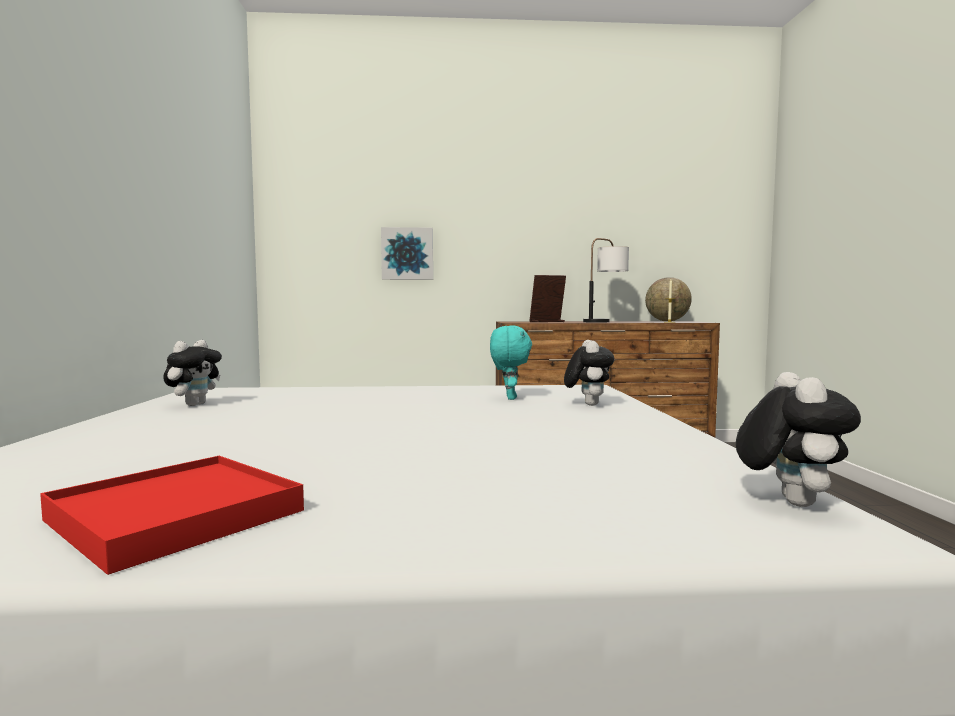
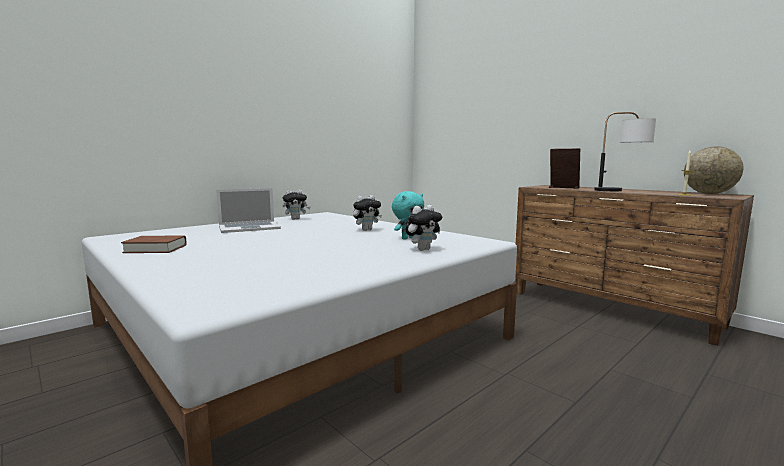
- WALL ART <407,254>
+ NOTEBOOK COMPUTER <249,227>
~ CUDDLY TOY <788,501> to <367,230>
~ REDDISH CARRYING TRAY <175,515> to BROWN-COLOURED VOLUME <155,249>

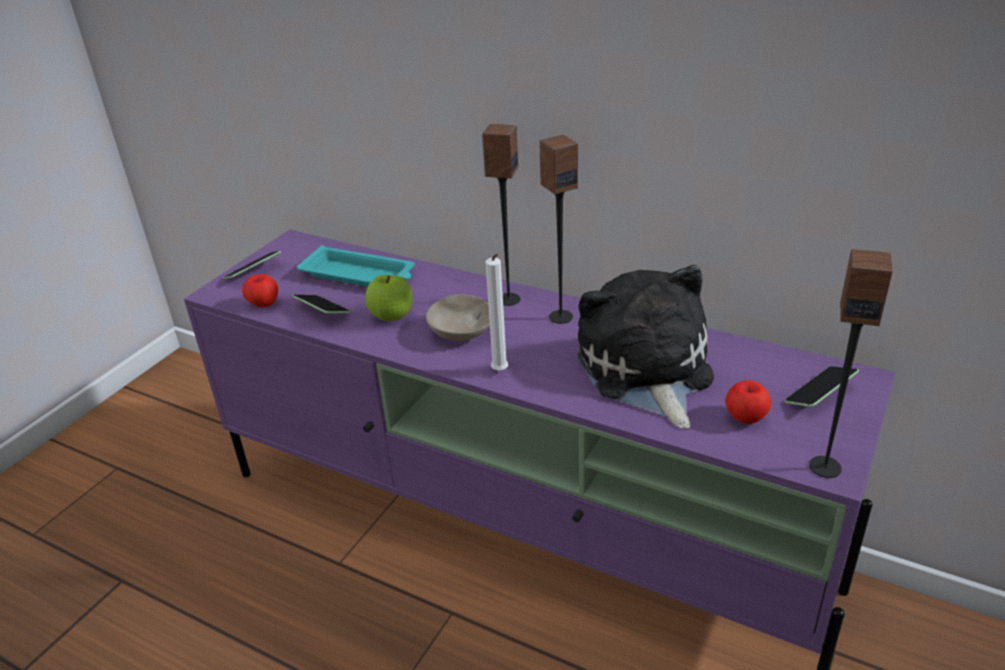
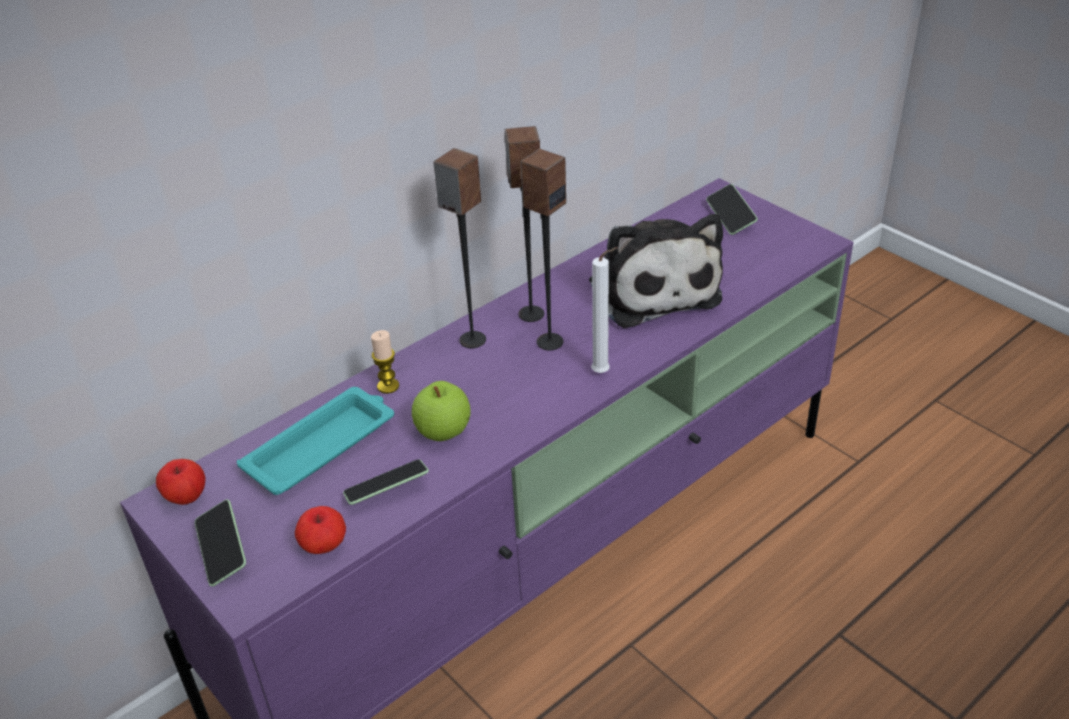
- BEIGE-COLOURED SERVING BOWL <459,331>
+ WAX LIGHT <388,386>
~ WHOLE APPLE <745,417> to <186,497>
~ AUDIO SPEAKER <825,466> to <549,341>
~ CUDDLY TOY <646,371> = <652,288> 120 degrees counterclockwise

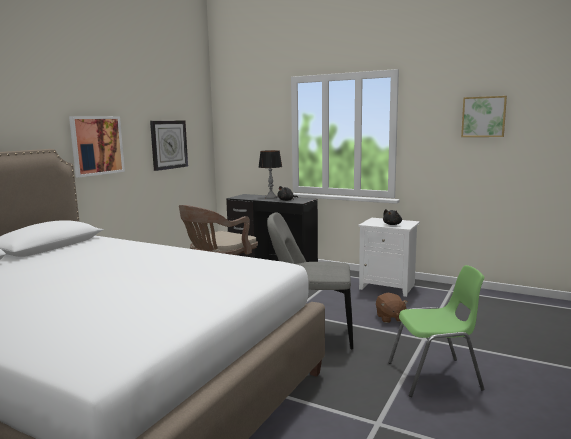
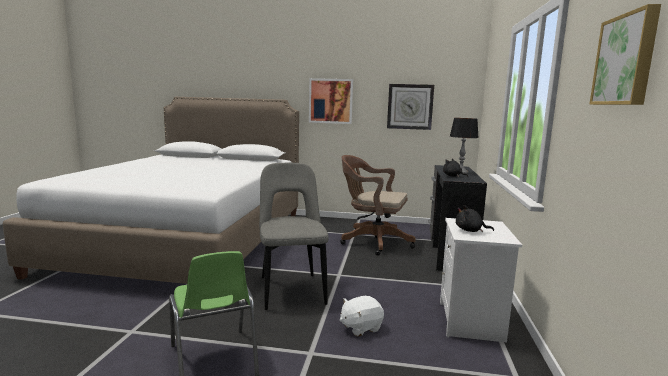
~ BROWN-COLOURED CUDDLY TOY <390,318> to WHITISH CUDDLY TOY <360,327>

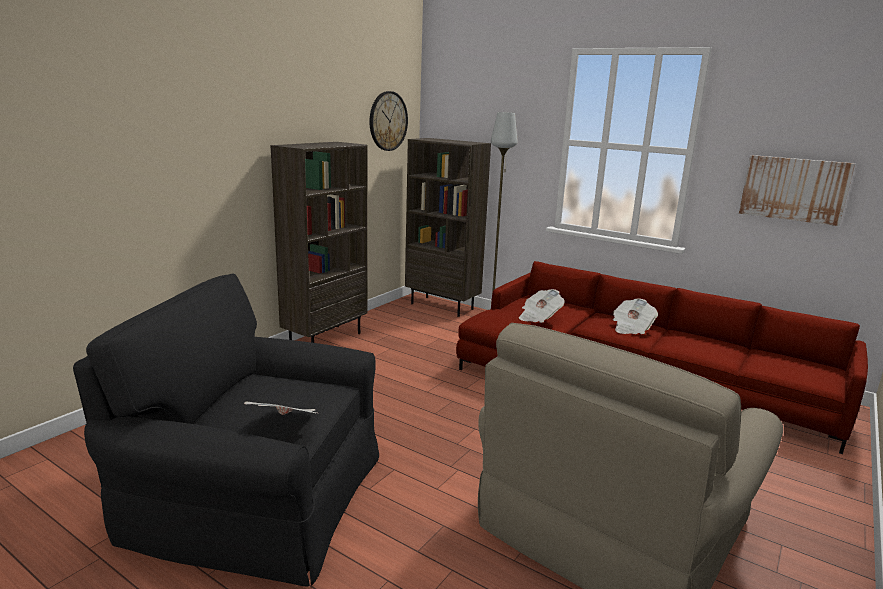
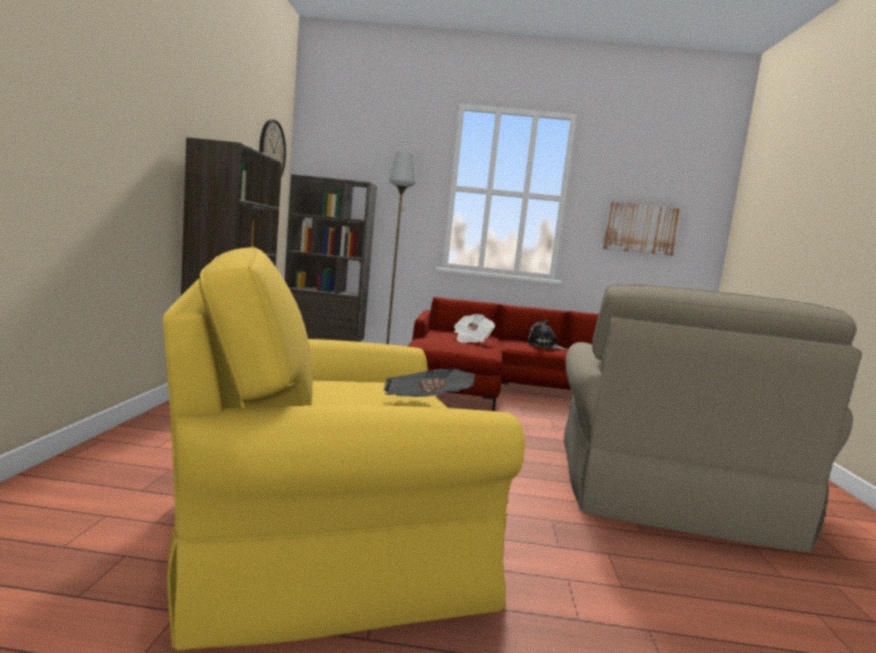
~ PRINTED PAPER <631,328> to CUDDLY TOY <544,345>
~ BLACK-COLOURED ARMCHAIR <256,495> to YELLOW-COLOURED ARMCHAIR <324,539>

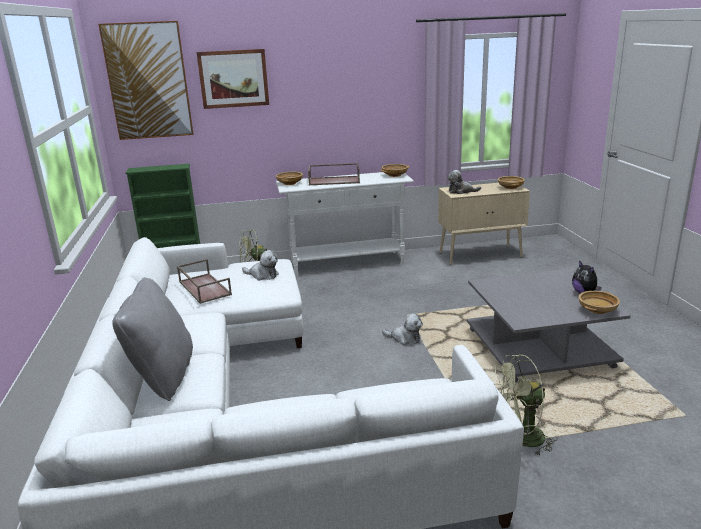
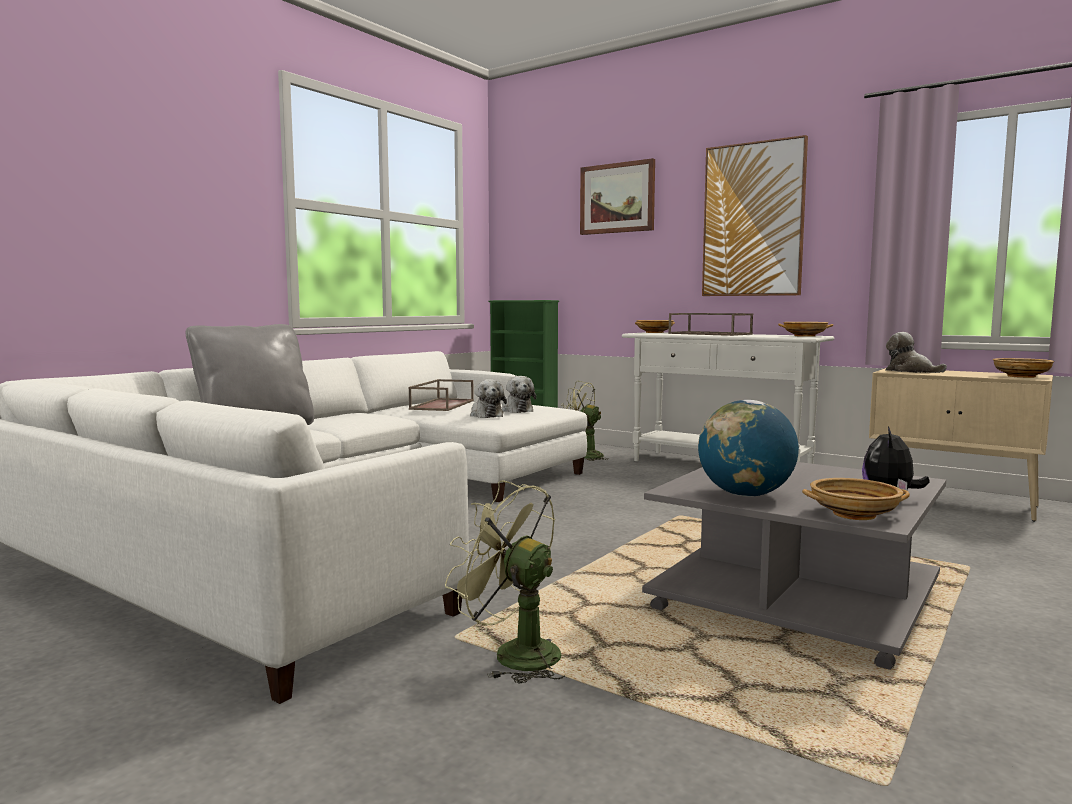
+ WORLD GLOBE <745,495>
~ WALL ART <148,81> to <753,220>
~ CUDDLY TOY <404,338> to <486,415>

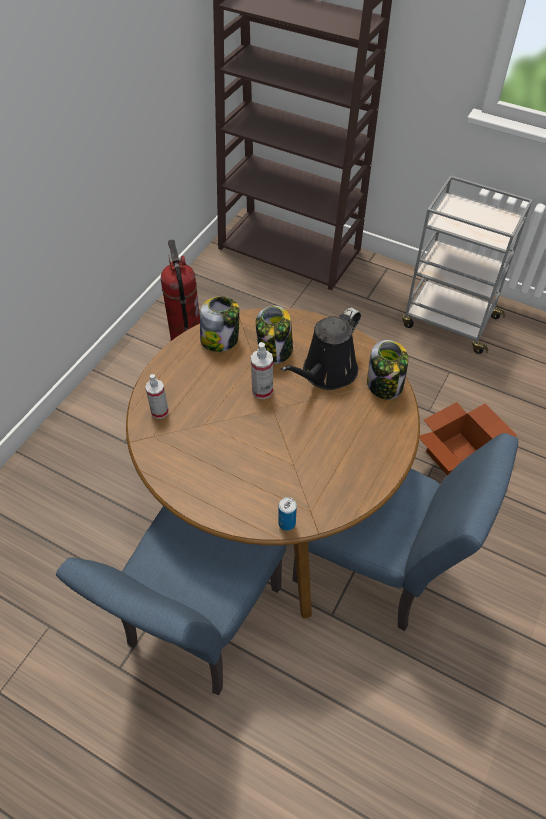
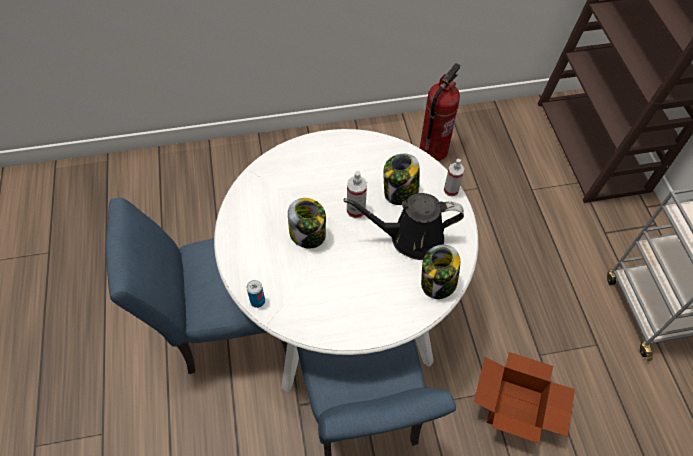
~ HAND SPRAYER <160,412> to <451,190>
~ PRESERVE JAR <220,339> to <308,234>
~ BROWN-COLOURED DINING TABLE <273,512> to WHITISH DINING TABLE <345,309>

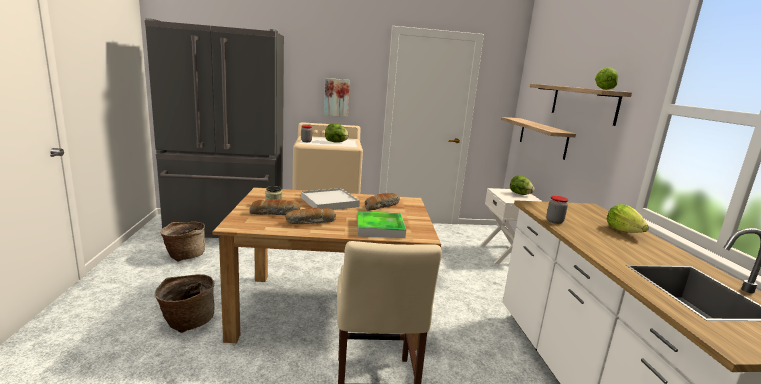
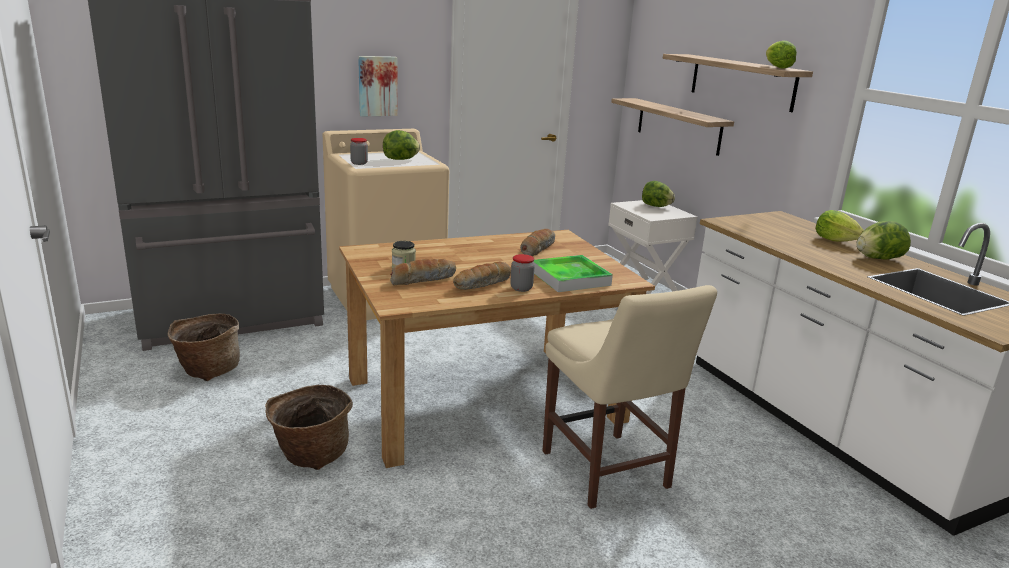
- WHITISH CARRYING TRAY <329,202>
+ LETTUCE <878,258>
~ PRESERVE JAR <554,221> to <521,288>

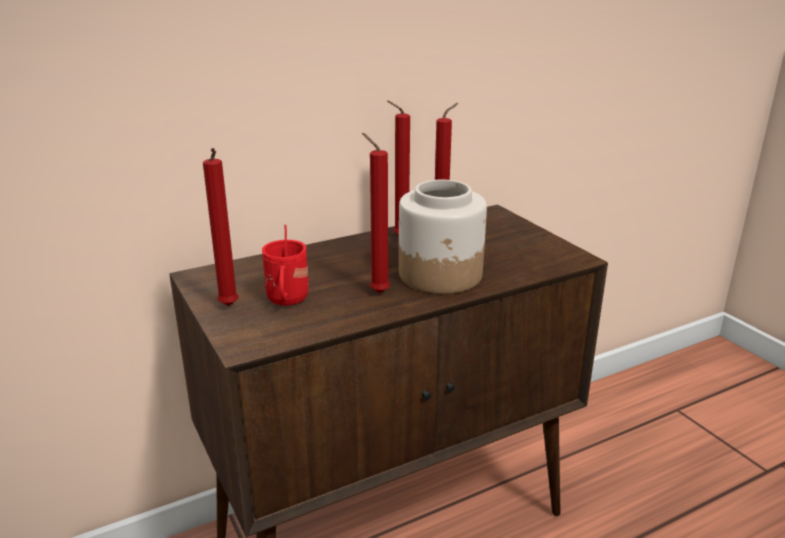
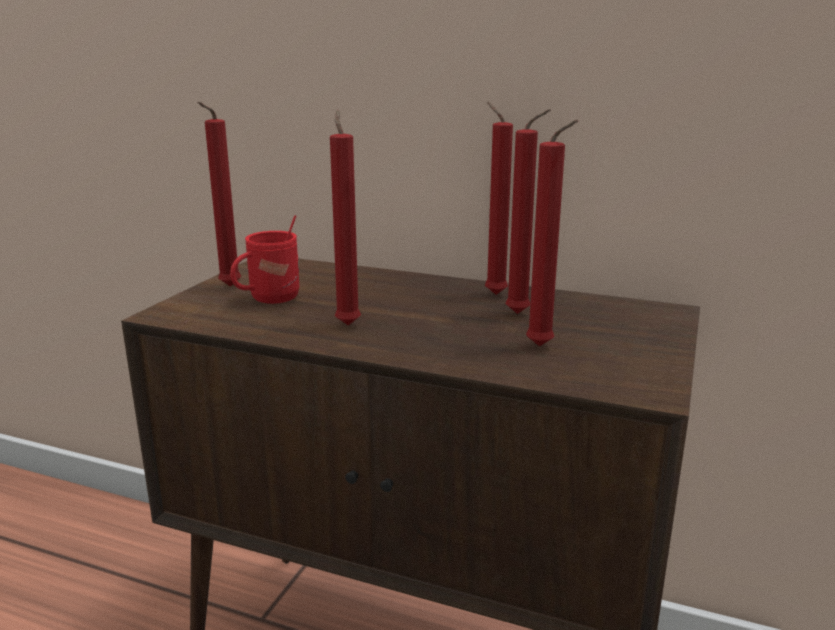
- PRESERVE JAR <441,275>
+ REDDISH WAX LIGHT <543,347>

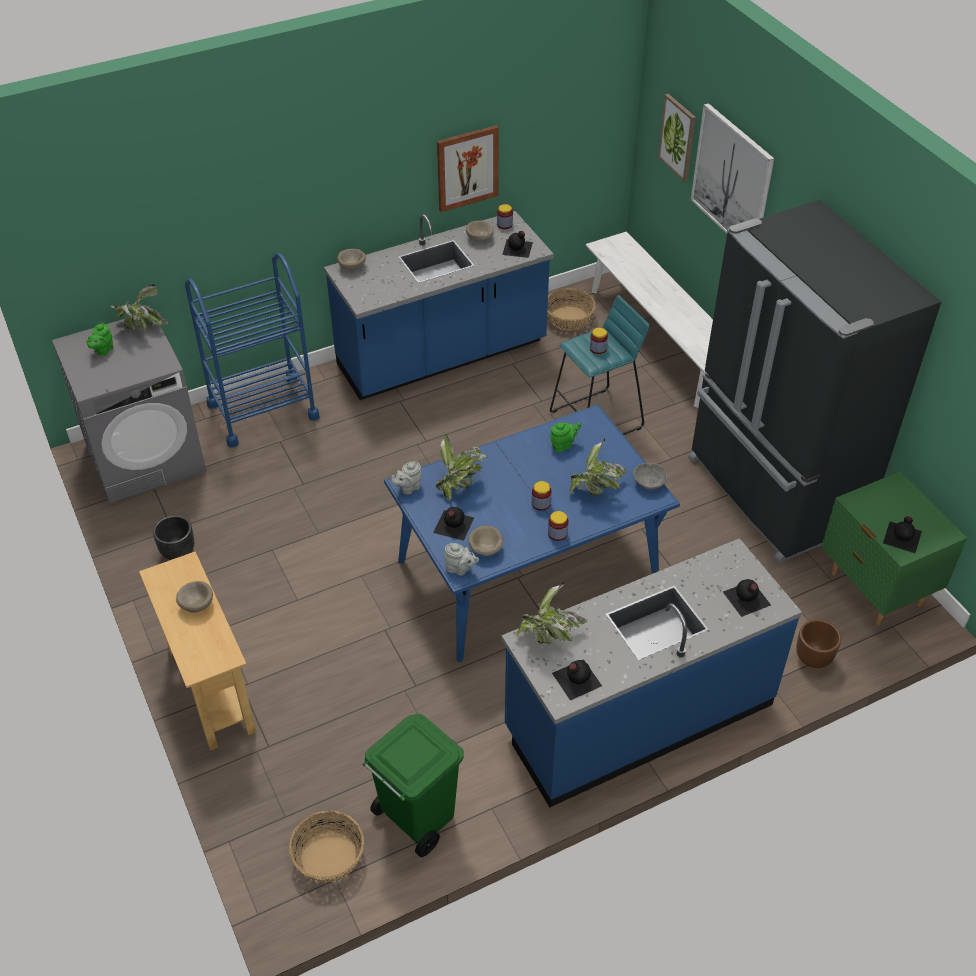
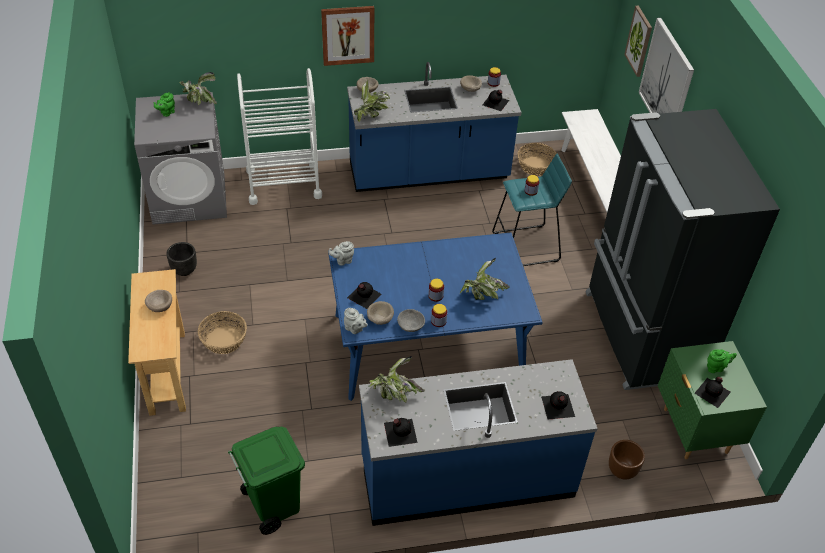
~ HOUSEHOLD BASKET <328,857> to <223,340>
~ HOUSEPLANT <460,483> to <372,115>
~ WALL ART <467,168> to <348,35>
~ GREEN-COLOURED TEA POT <563,445> to <716,367>
~ GREY SERVING BOWL <648,483> to <410,325>
~ BLUISH WHEELED CART <263,411> to WHITISH WHEELED CART <283,183>

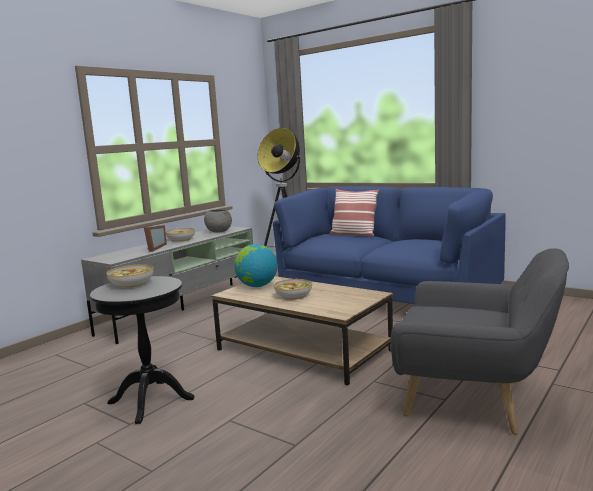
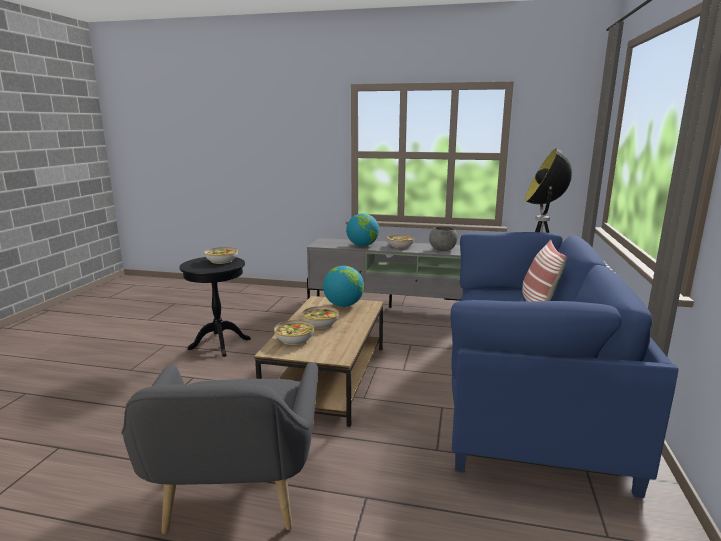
+ SERVING BOWL <295,339>
~ PICTURE FRAME <153,248> to WORLD GLOBE <362,245>

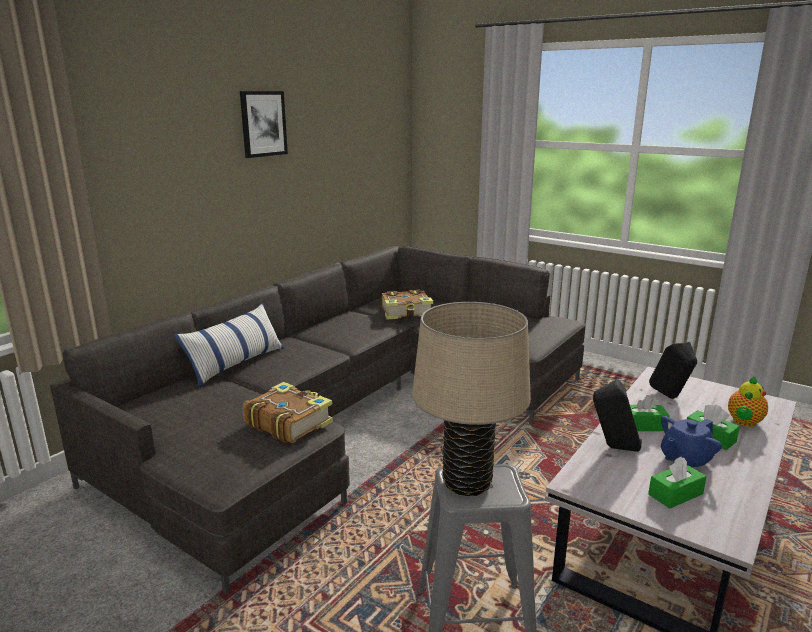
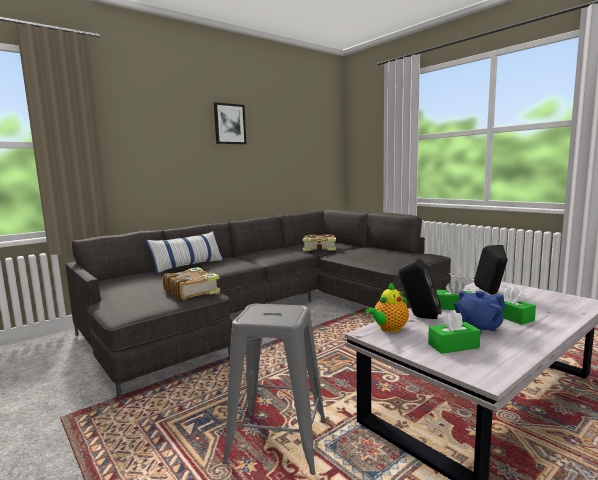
- BEIGE-COLOURED TABLE LAMP <467,483>
~ TEA POT <744,422> to <389,329>

